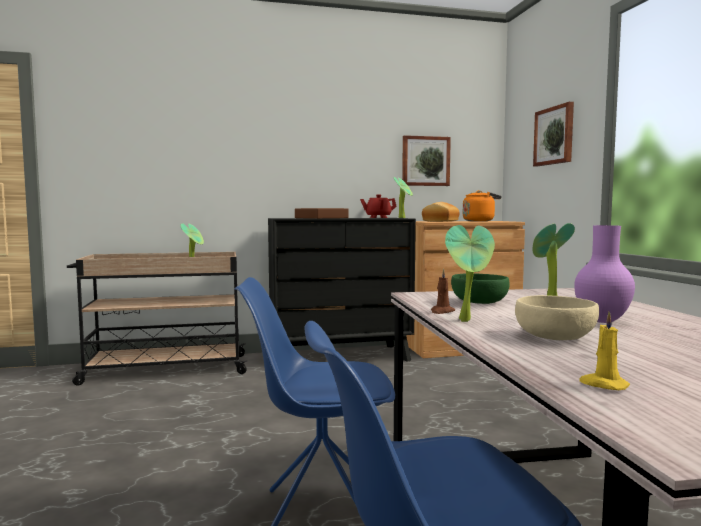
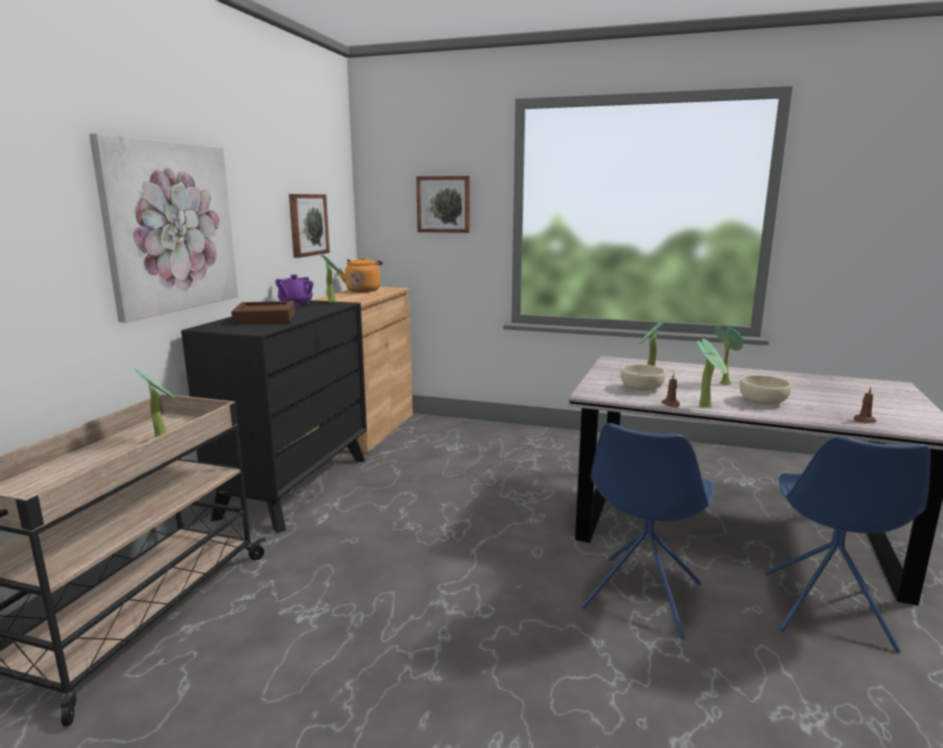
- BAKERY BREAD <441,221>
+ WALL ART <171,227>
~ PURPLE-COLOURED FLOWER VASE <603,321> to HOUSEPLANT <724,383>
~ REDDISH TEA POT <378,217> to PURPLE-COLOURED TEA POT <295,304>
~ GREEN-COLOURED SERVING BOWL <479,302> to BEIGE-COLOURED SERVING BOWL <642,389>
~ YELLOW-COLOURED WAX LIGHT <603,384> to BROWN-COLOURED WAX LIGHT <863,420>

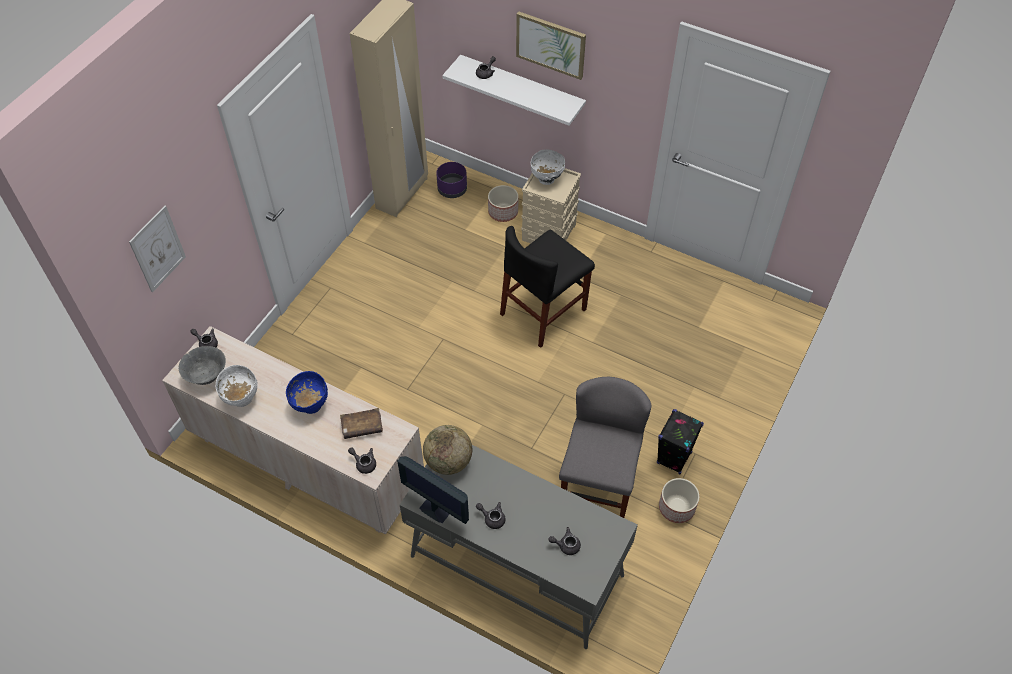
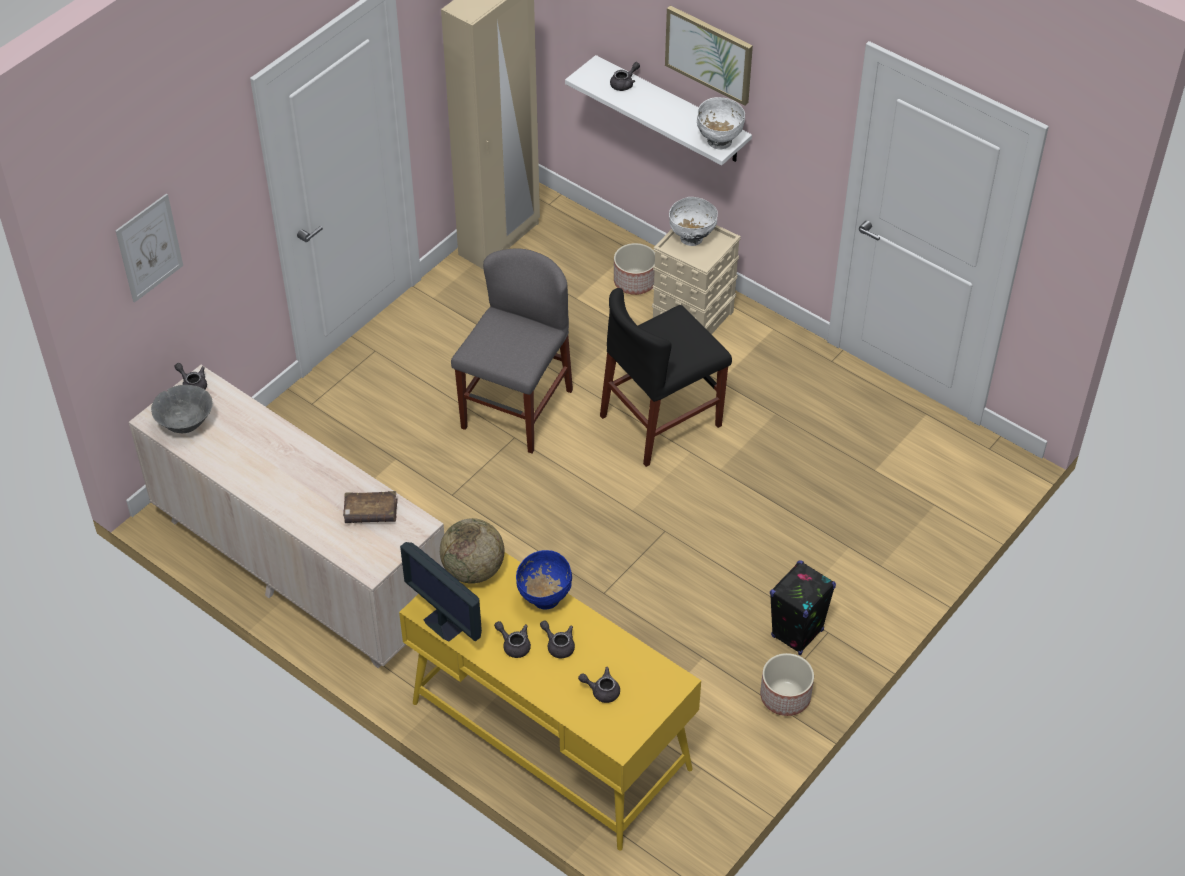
- PURPLE-COLOURED PLANT POT <452,189>
~ WHITISH SERVING BOWL <241,398> to <718,141>
~ BLUISH SERVING BOWL <310,405> to <544,598>
~ GREY TEA POT <364,463> to <558,645>
~ GREY UPRIGHT CHAIR <598,487> to <516,409>
~ GREY DESK <516,565> to YELLOW-COLOURED DESK <550,734>

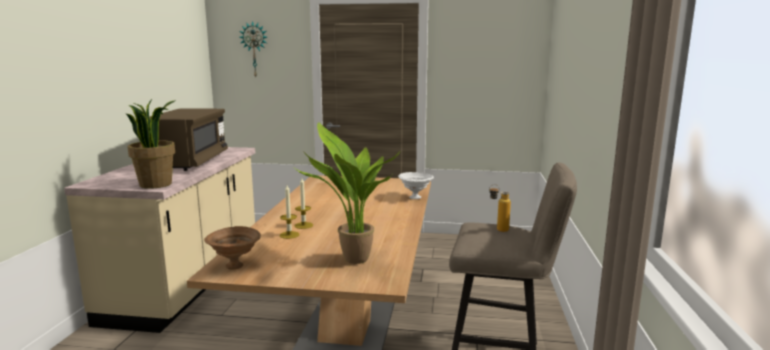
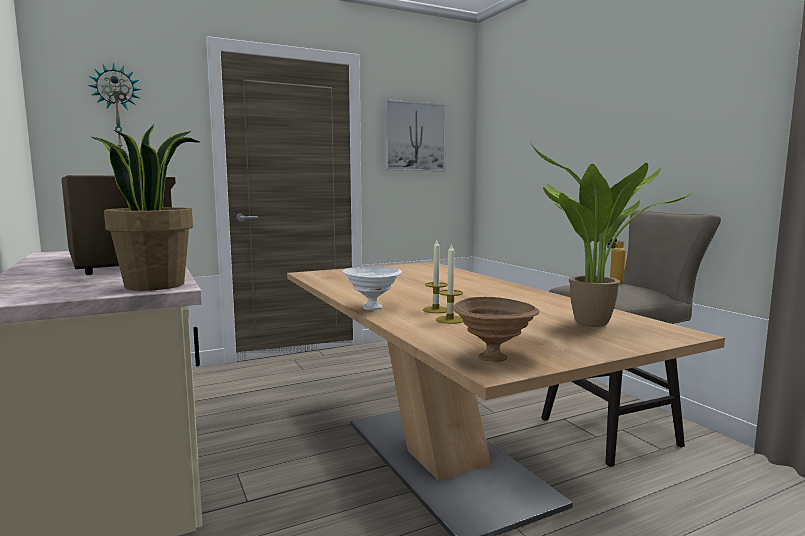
+ WALL ART <414,137>
~ WHITISH SERVING BOWL <415,197> to <371,307>

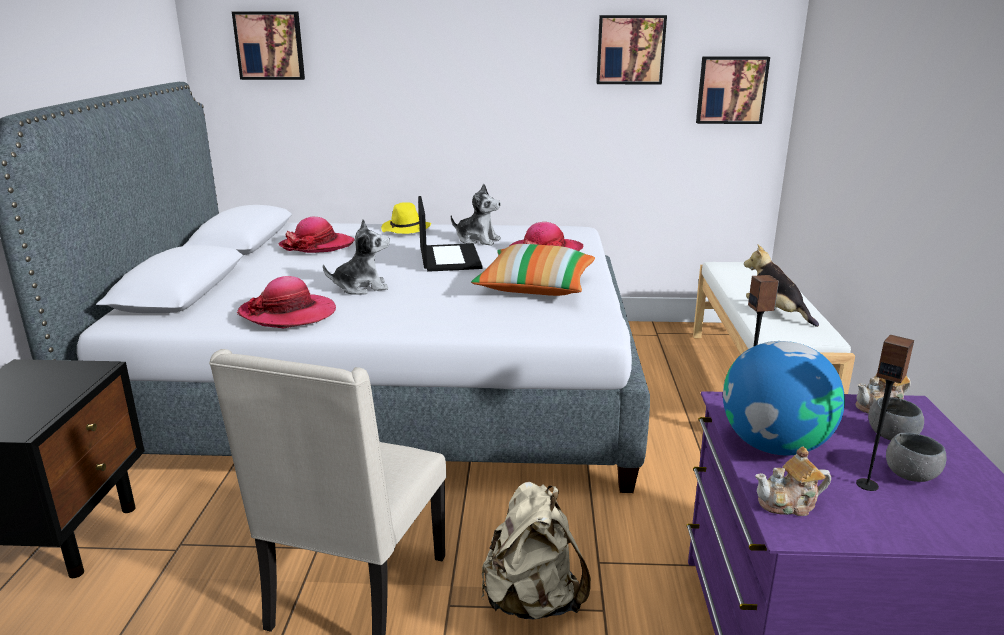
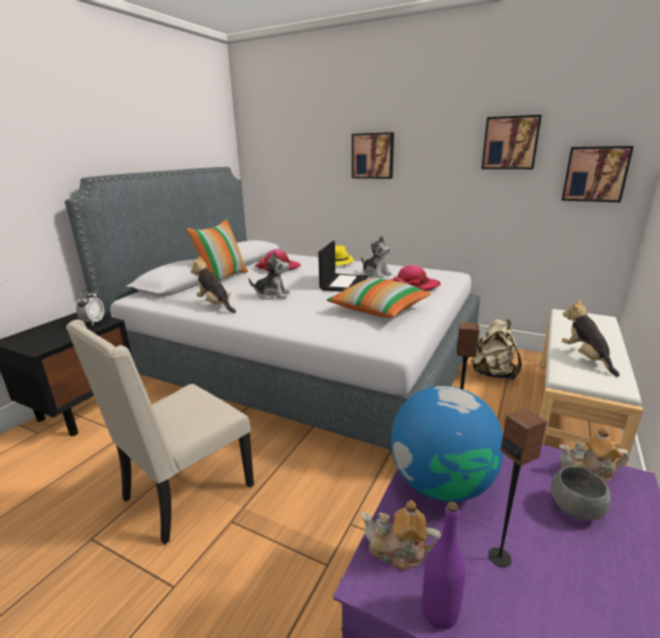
- GREY SERVING BOWL <911,475>
+ TABLE CLOCK <93,322>
+ CUSHION <223,278>
+ PURPLE-COLOURED BOTTLE <439,612>
~ WALL ART <270,45> to <373,156>
~ BEIGE-COLOURED BACKPACK <532,601> to <493,374>
~ HAT <288,314> to CUDDLY TOY <215,305>

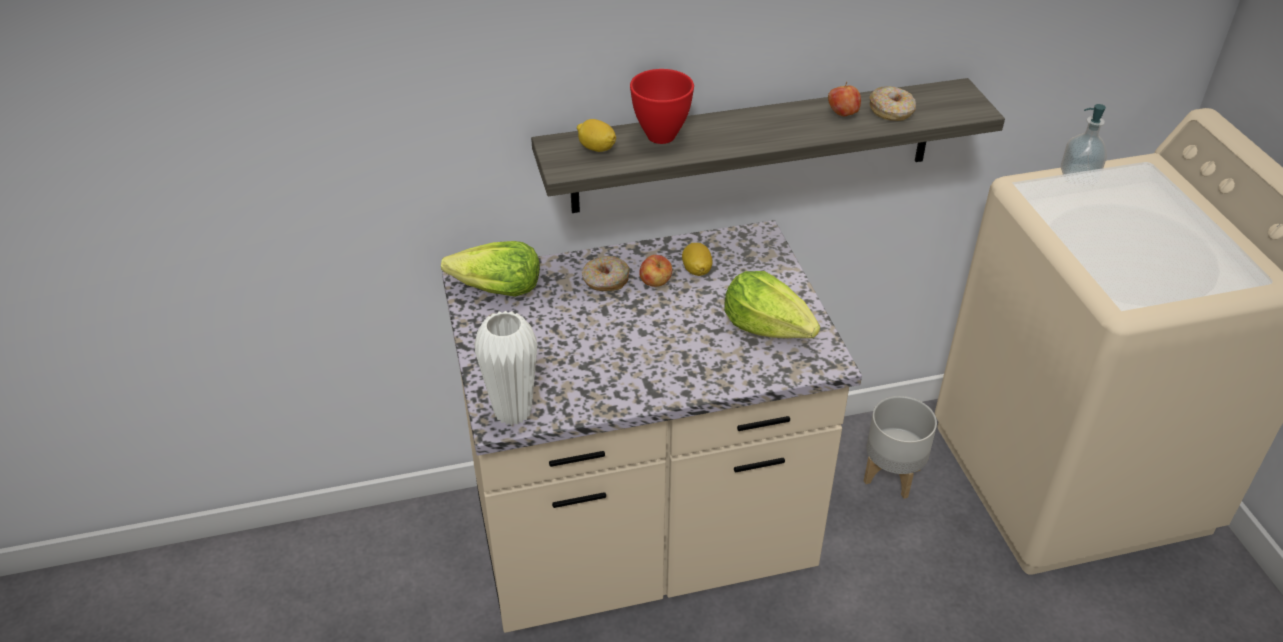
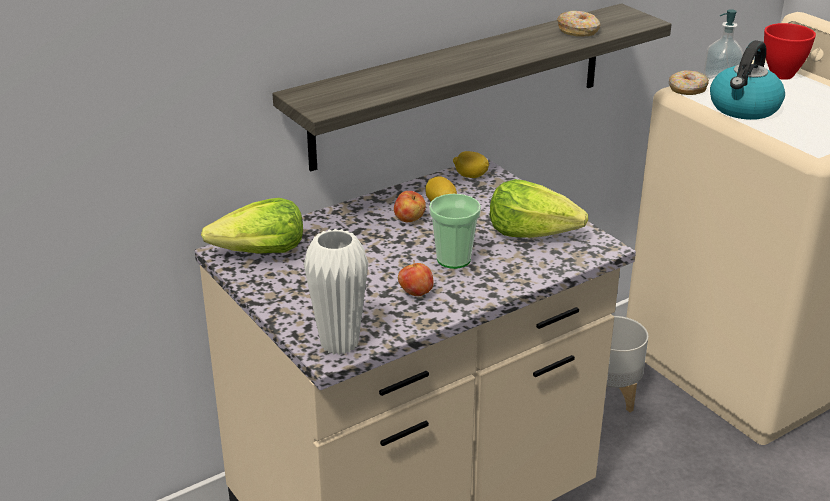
+ DRINKING CUP <453,259>
+ TEA KETTLE <744,108>
~ CITRUS FRUIT <596,148> to <470,176>
~ DOUGHNUT <605,280> to <687,89>
~ REDDISH SERVING BOWL <663,136> to <782,75>
~ WHOLE APPLE <842,114> to <415,293>

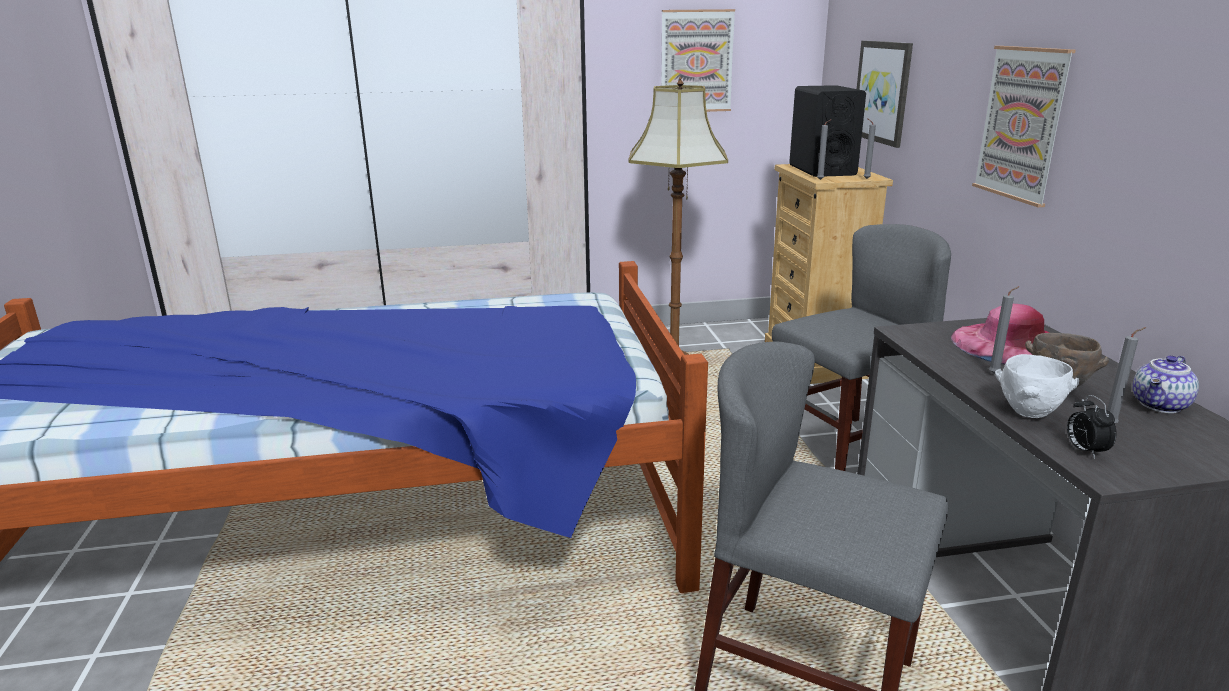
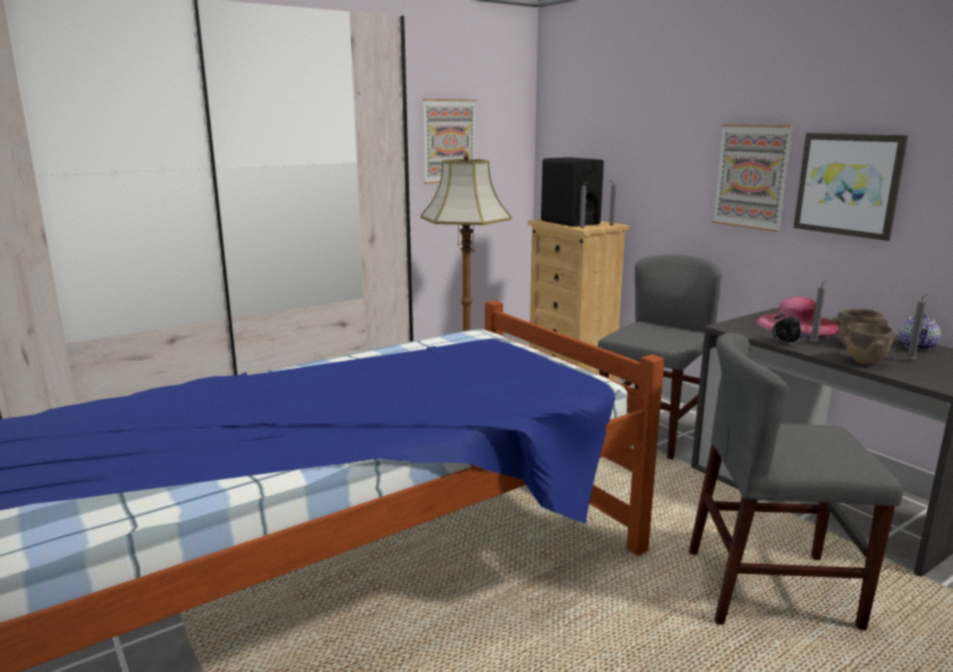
~ WALL ART <883,92> to <848,184>
~ TABLE CLOCK <1084,451> to <784,343>
~ WHITISH SERVING BOWL <1028,413> to BROWN-COLOURED SERVING BOWL <864,362>

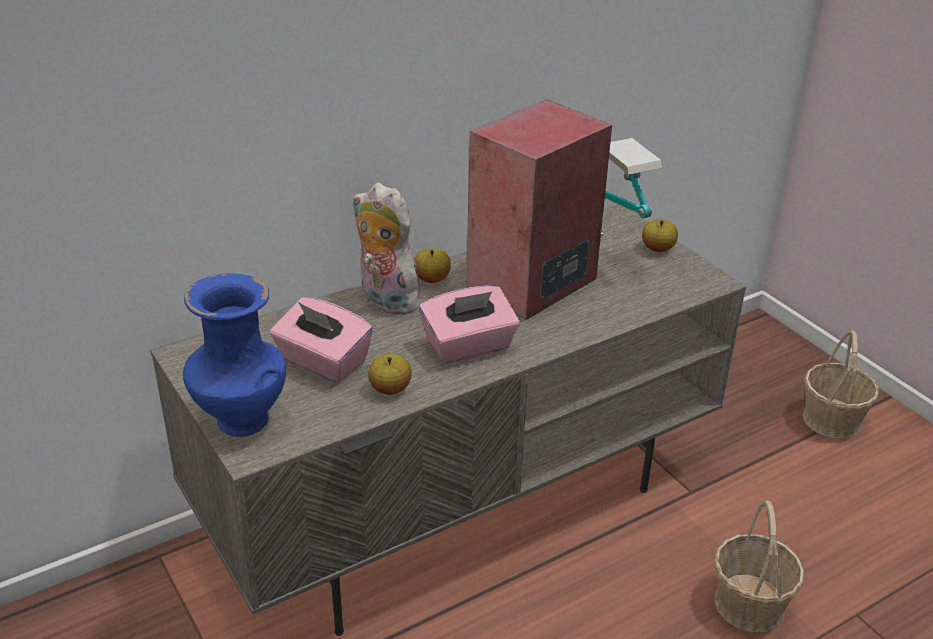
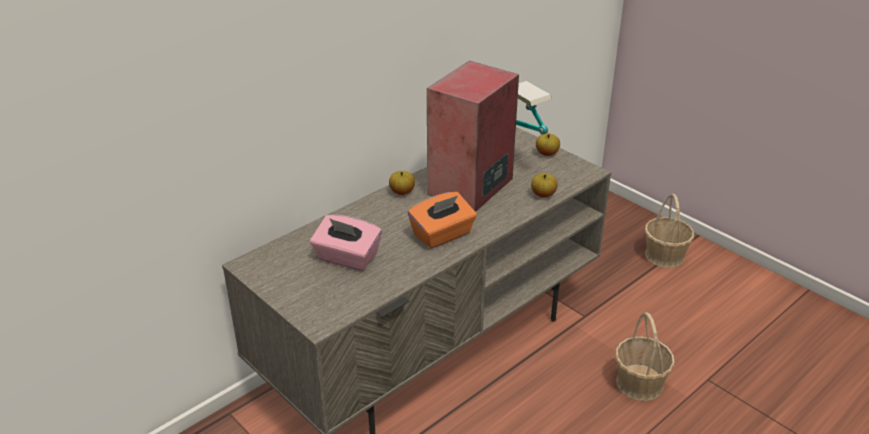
- BLUISH FLOWER VASE <240,420>
- CUDDLY TOY <385,300>
~ WHOLE APPLE <390,389> to <543,195>
~ PINKISH TISSUE BOX <469,347> to ORANGE TISSUE BOX <442,235>

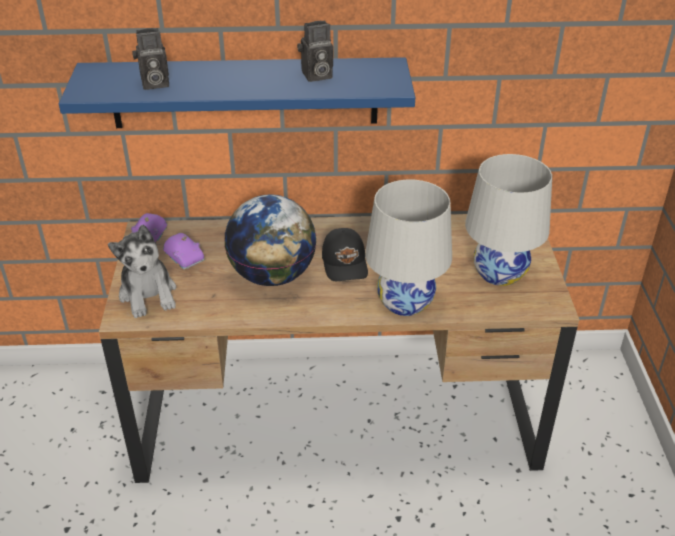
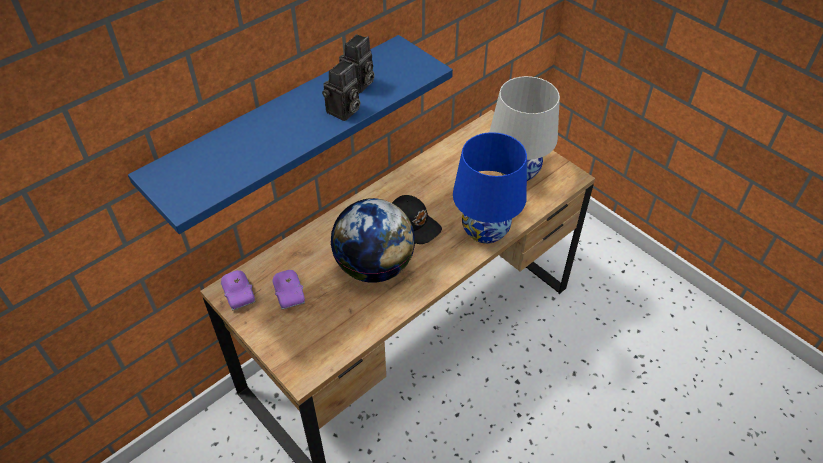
- CUDDLY TOY <148,294>
~ STILL CAMERA <153,84> to <343,112>
~ WHITISH TABLE LAMP <405,301> to BLUISH TABLE LAMP <485,230>
~ PURPLE-COLOURED MINIATURE CAR <185,258> = <290,293> 60 degrees clockwise

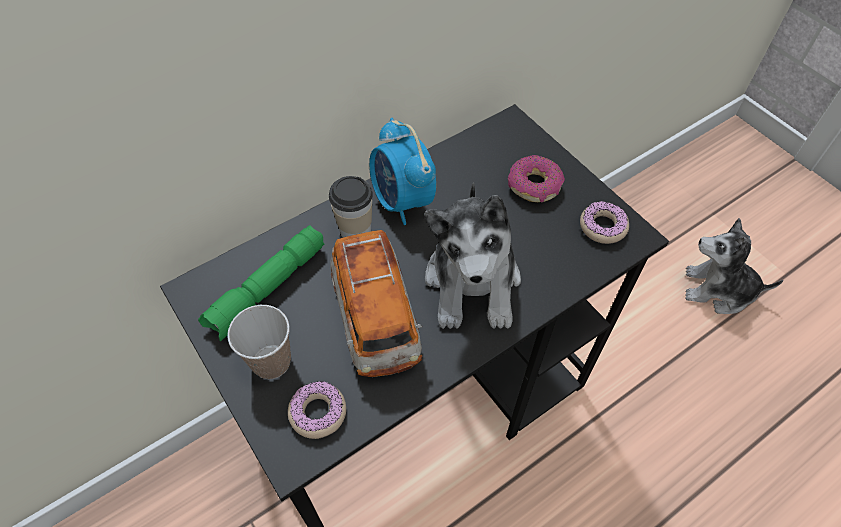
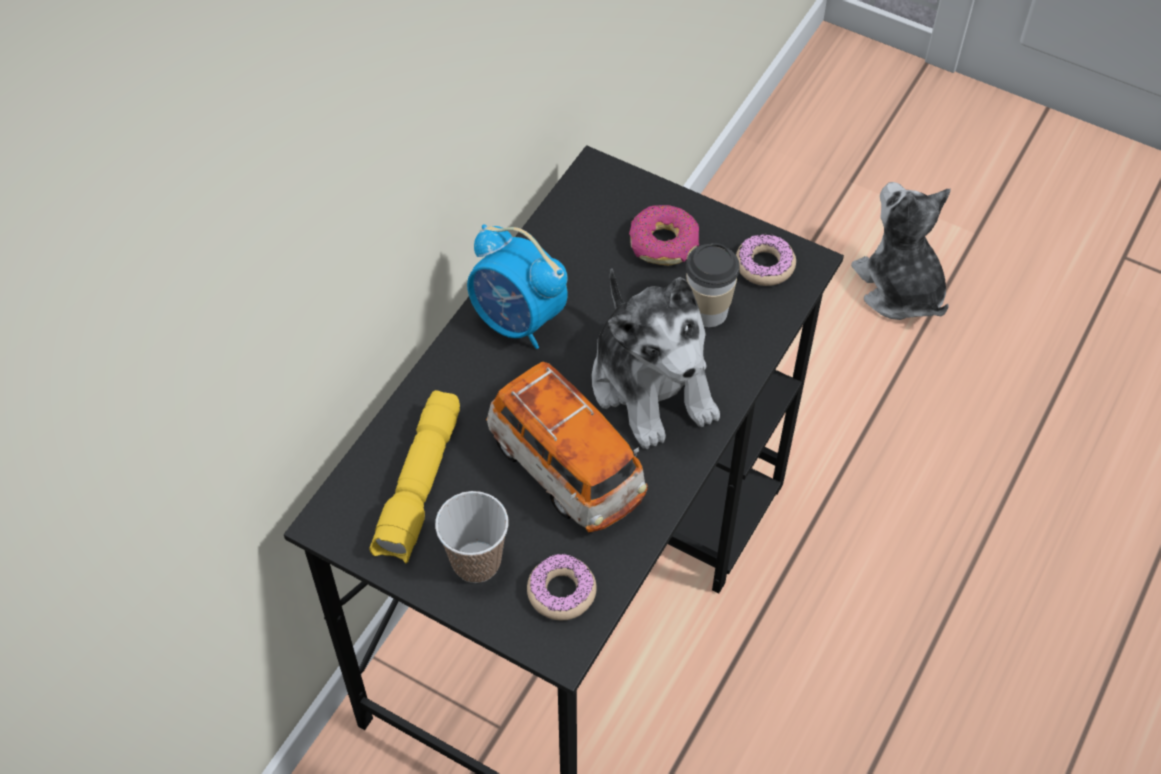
~ DRINKING CUP <355,231> to <707,311>
~ GREEN-COLOURED HAND TORCH <268,290> to YELLOW-COLOURED HAND TORCH <421,486>
~ CUDDLY TOY <718,290> = <899,288> 75 degrees clockwise

